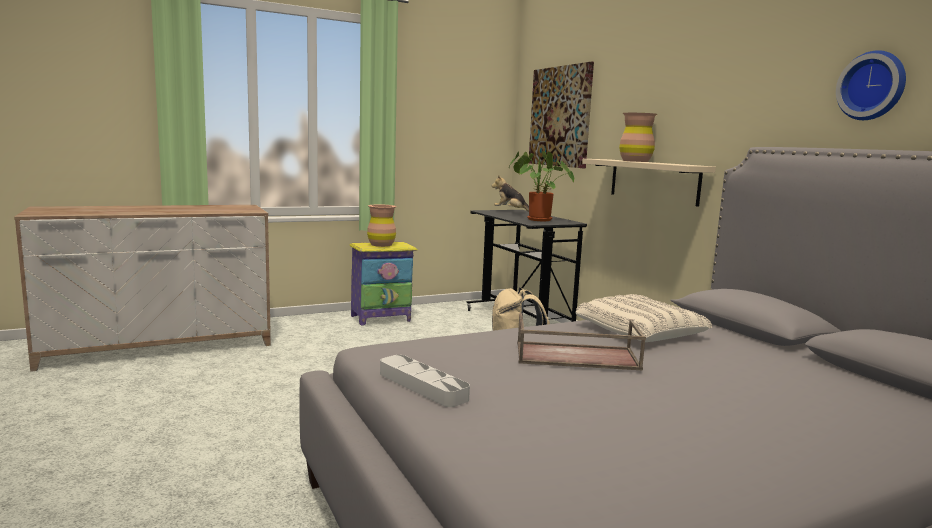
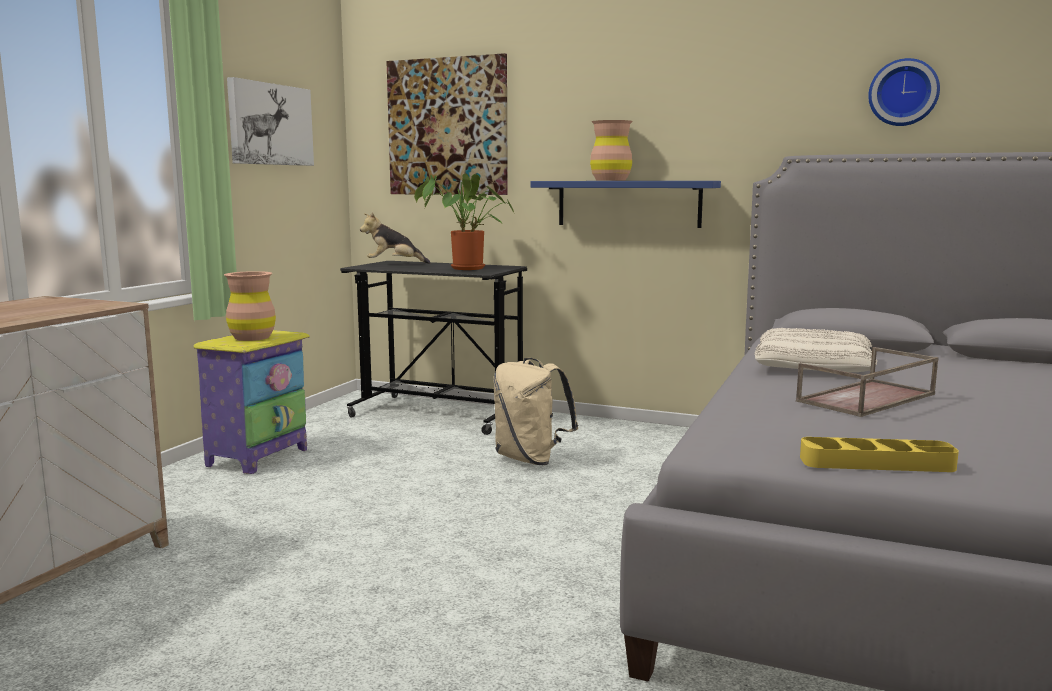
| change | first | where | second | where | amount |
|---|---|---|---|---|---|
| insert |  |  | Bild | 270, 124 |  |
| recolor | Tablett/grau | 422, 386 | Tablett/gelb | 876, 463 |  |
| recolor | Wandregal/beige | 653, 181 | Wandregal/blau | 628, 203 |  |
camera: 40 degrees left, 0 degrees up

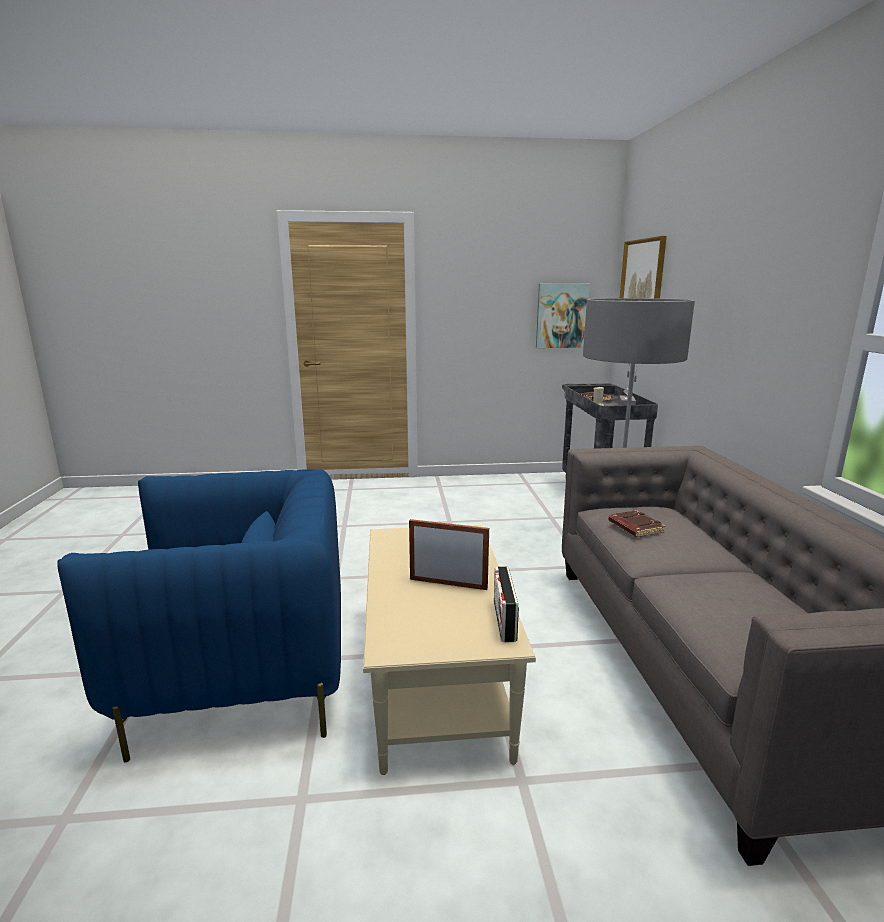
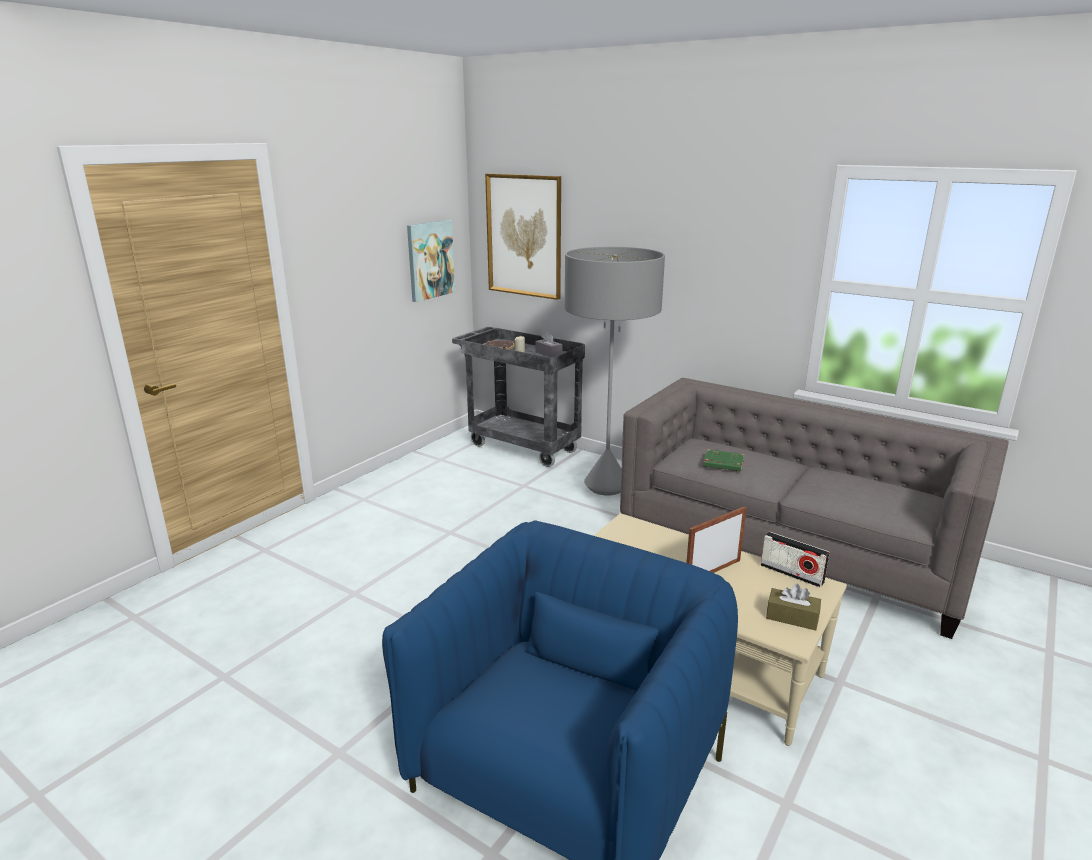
| change | first | where | second | where | amount |
|---|---|---|---|---|---|
| insert |  |  | Taschentuchbox/braun | 792, 617 |  |
| recolor | Buch/braun | 634, 527 | Buch/grün | 722, 464 |  |
camera: 50 degrees left, 5 degrees up

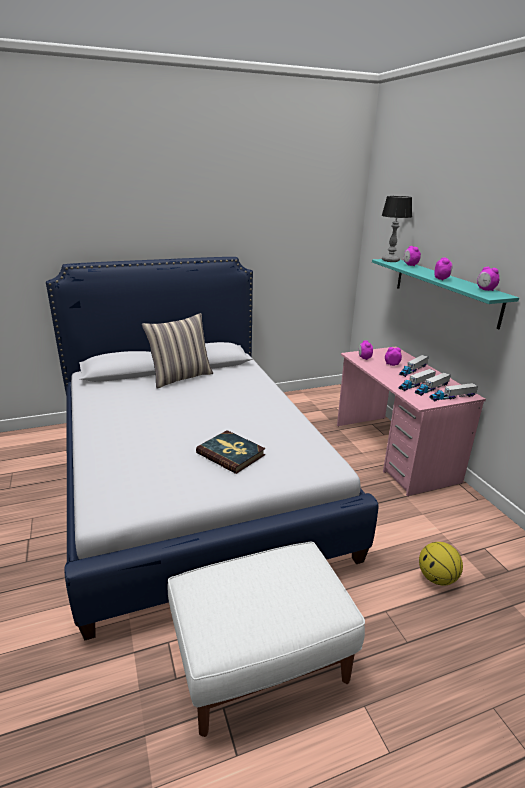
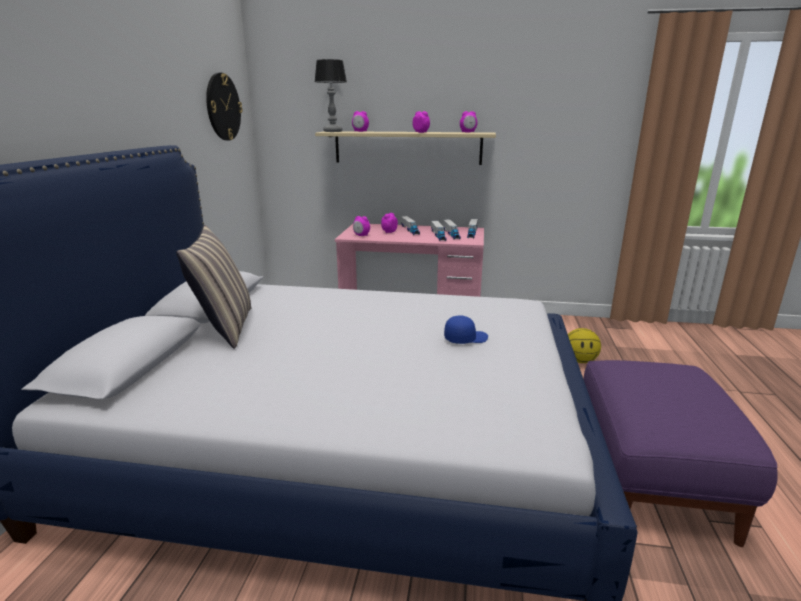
| change | first | where | second | where | amount |
|---|---|---|---|---|---|
| insert |  |  | Wanduhr | 223, 107 |  |
| replace | Buch | 231, 454 | Kappe/blau | 465, 338 |  |
| recolor | Polsterhocker/weiß | 261, 659 | Polsterhocker/lila | 652, 477 |  |
| recolor | Wandregal/türkis | 445, 290 | Wandregal/beige | 407, 147 |  |
camera: 60 degrees left, 5 degrees down

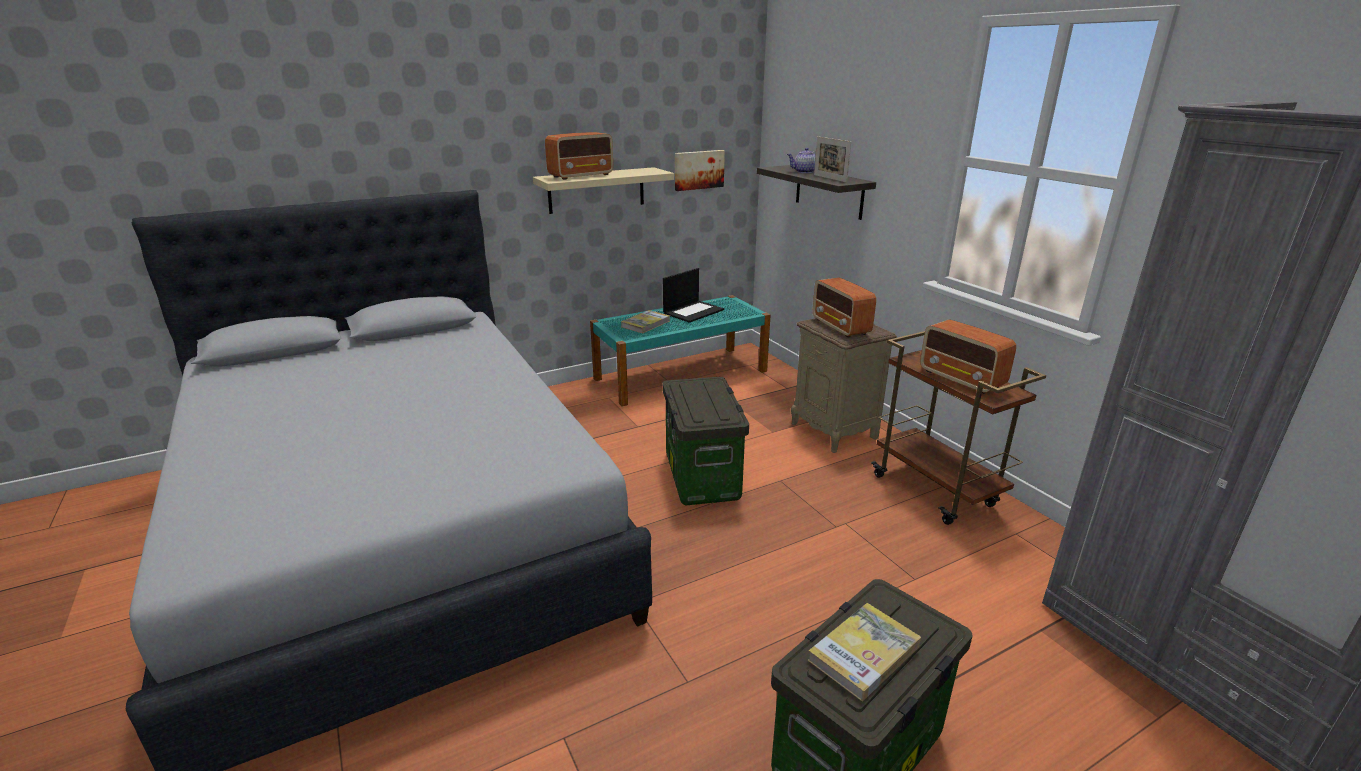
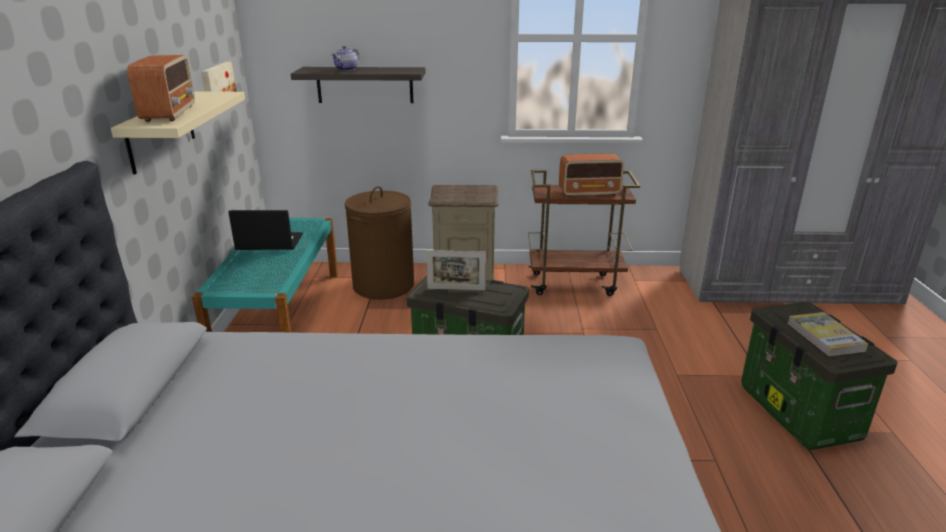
| change | first | where | second | where | amount |
|---|---|---|---|---|---|
| delete | Buch | 646, 324 |  |  |  |
| delete | Radio | 841, 327 |  |  |  |
| insert |  |  | Wäschekorb/braun | 383, 285 |  |
| move | Bilderrahmen | 830, 178 |  | 456, 289 |  |
| rotate | Laptop | 693, 311 |  | 268, 242 | 75 degrees counterclockwise |
camera: 60 degrees left, 0 degrees up

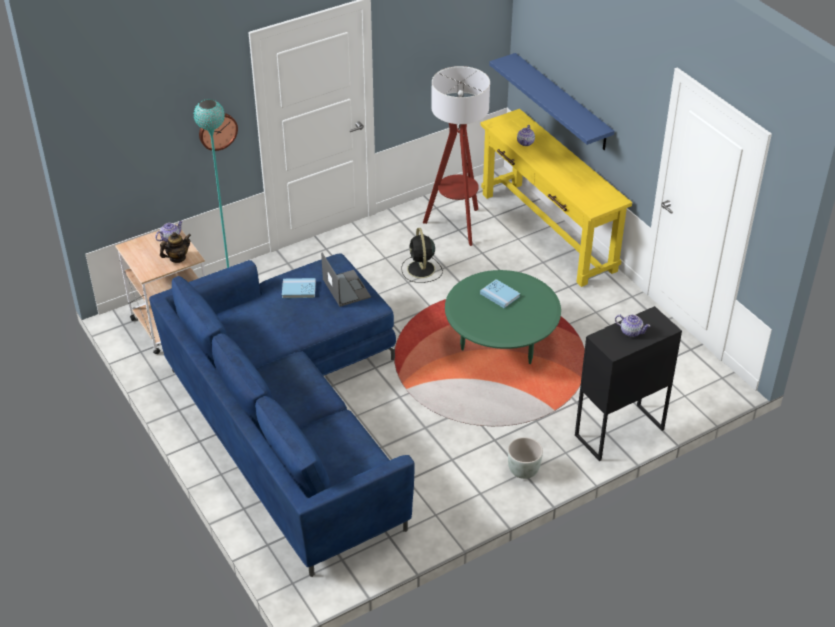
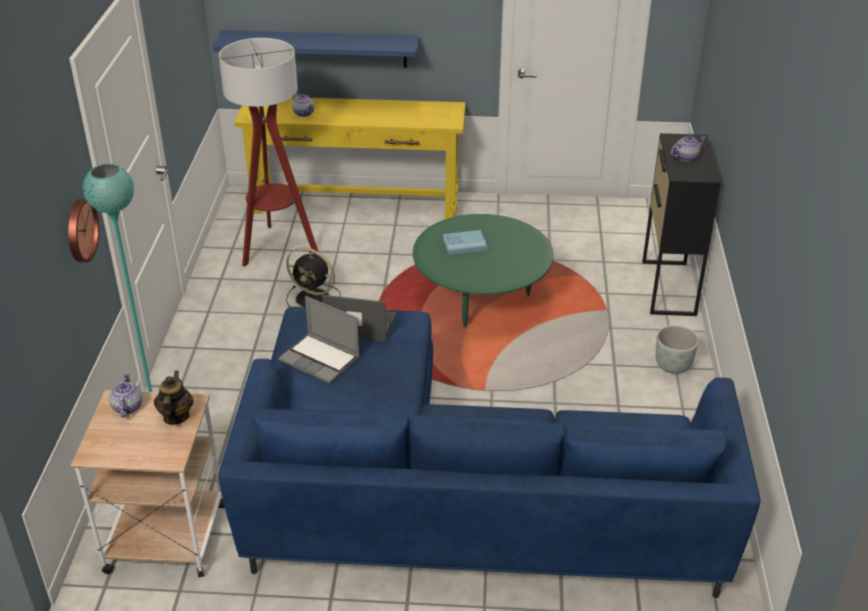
| change | first | where | second | where | amount |
|---|---|---|---|---|---|
| replace | Buch/blau | 298, 289 | Laptop | 321, 359 |  |
camera: 55 degrees left, 5 degrees down

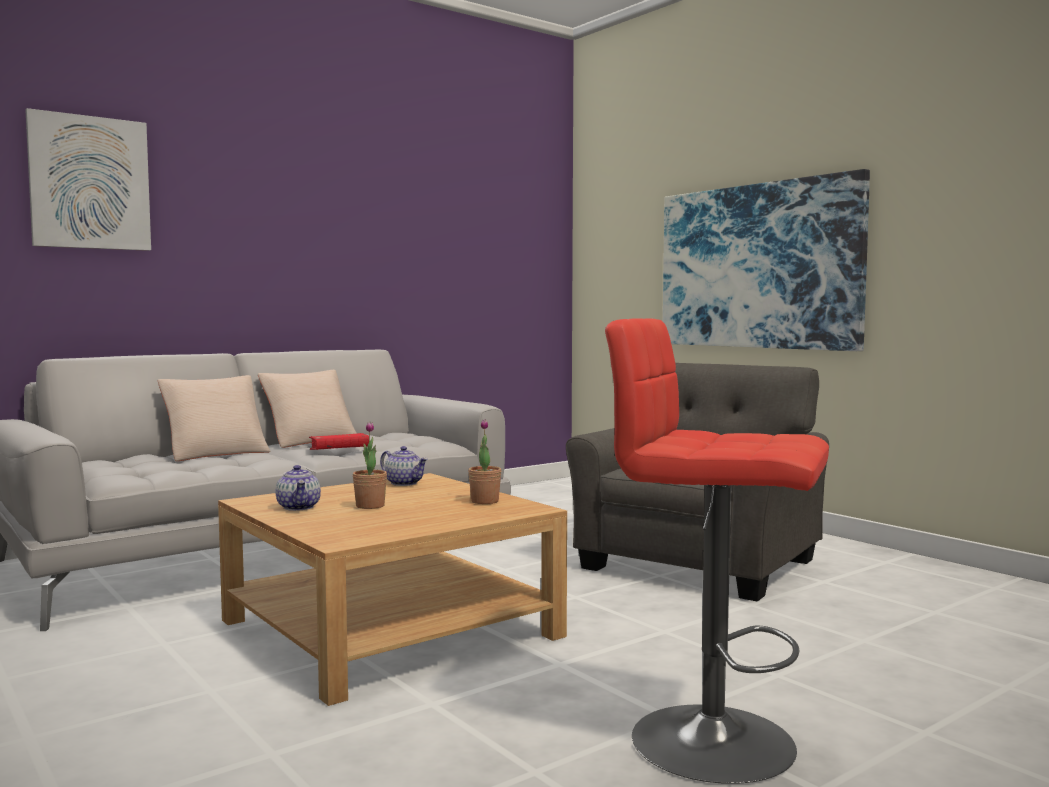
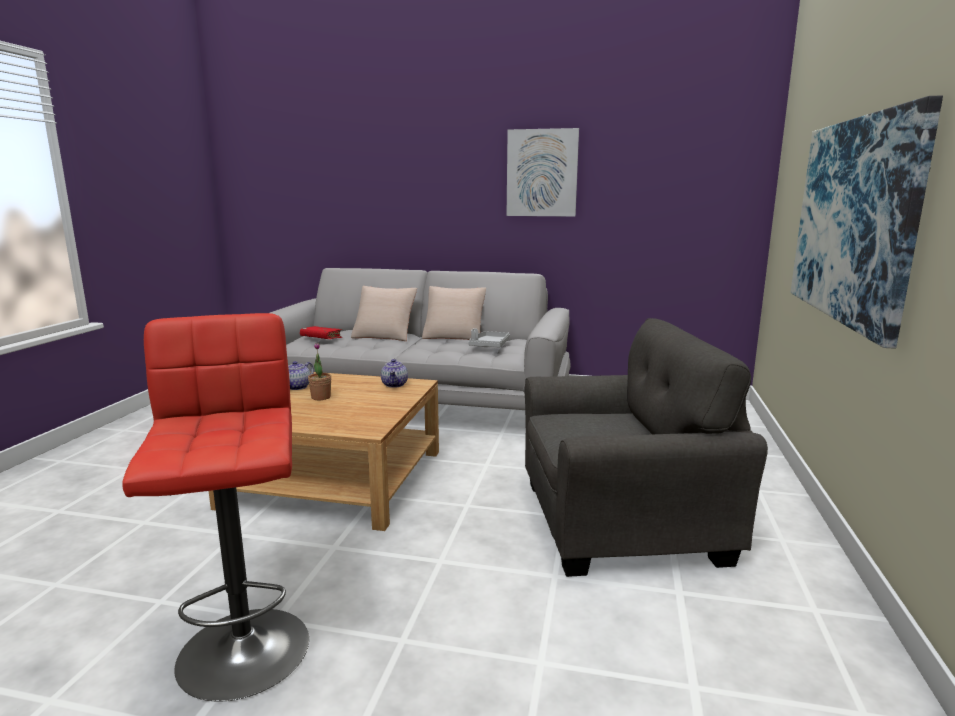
| change | first | where | second | where | amount |
|---|---|---|---|---|---|
| delete | Topfpflanze | 484, 501 |  |  |  |
| insert |  |  | Tablett/grau | 489, 345 |  |
| move | Bild | 90, 183 |  | 542, 173 |  |
| move | Buch/rot | 339, 450 |  | 321, 338 |  |
camera: 50 degrees right, 10 degrees up

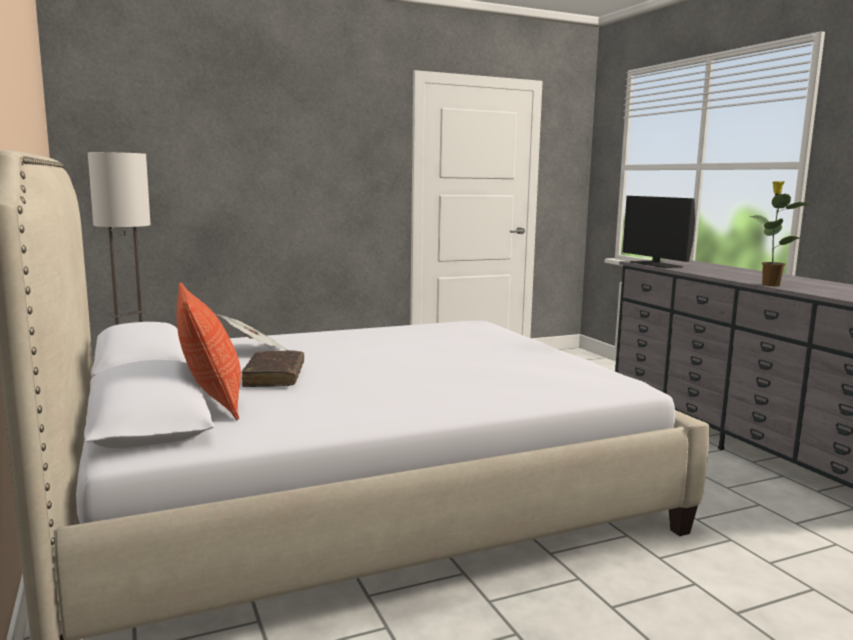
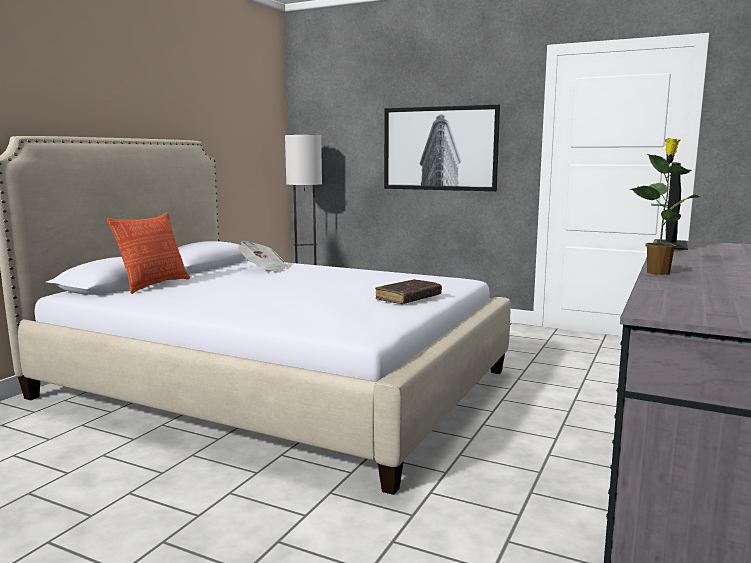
| change | first | where | second | where | amount |
|---|---|---|---|---|---|
| insert |  |  | Bild | 440, 148 |  |
| move | Buch/braun | 274, 377 |  | 408, 298 |  |
camera: 50 degrees right, 0 degrees up

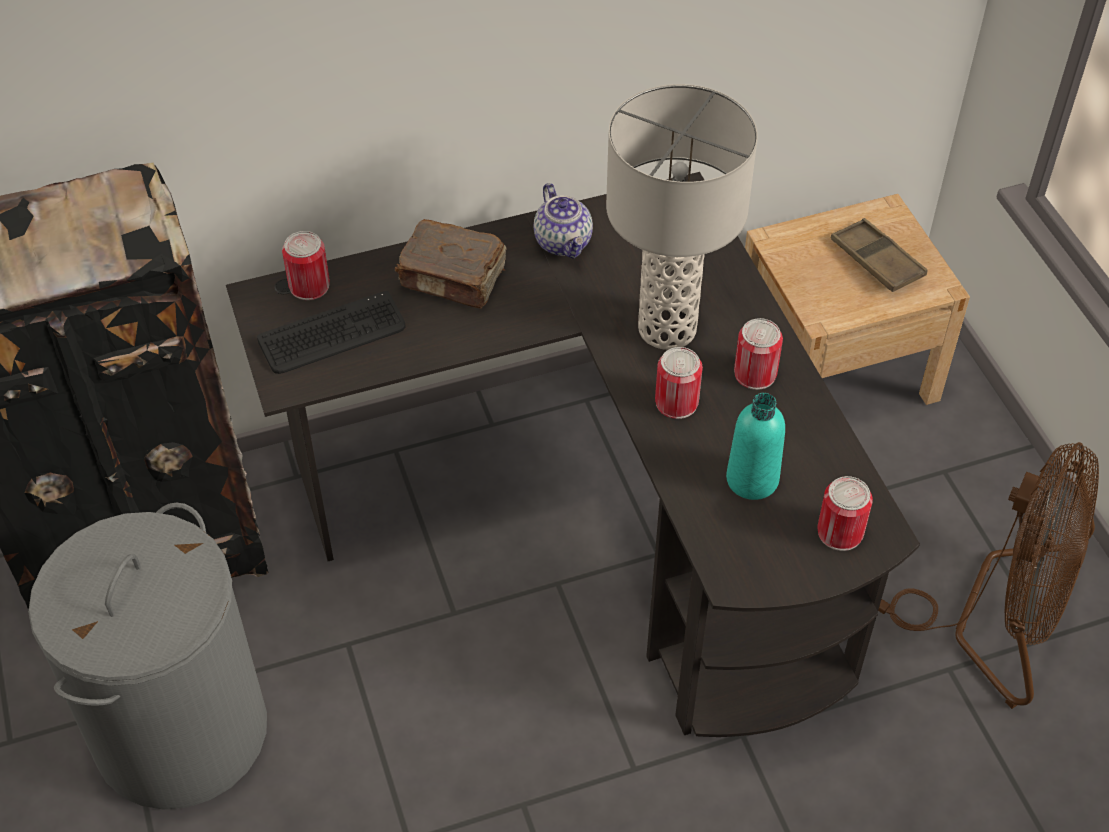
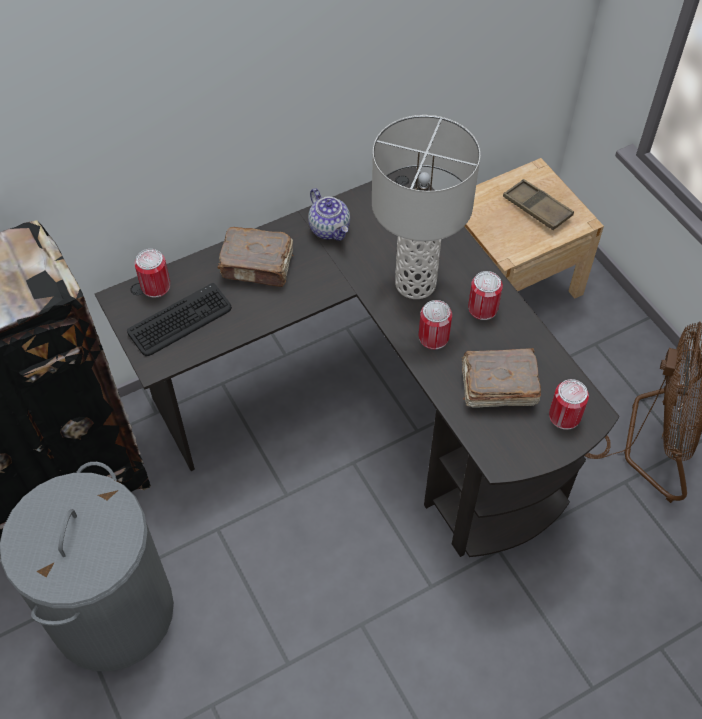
| change | first | where | second | where | amount |
|---|---|---|---|---|---|
| replace | Flasche/türkis | 752, 479 | Buch/braun | 497, 386 |  |
camera: 10 degrees left, 5 degrees up

